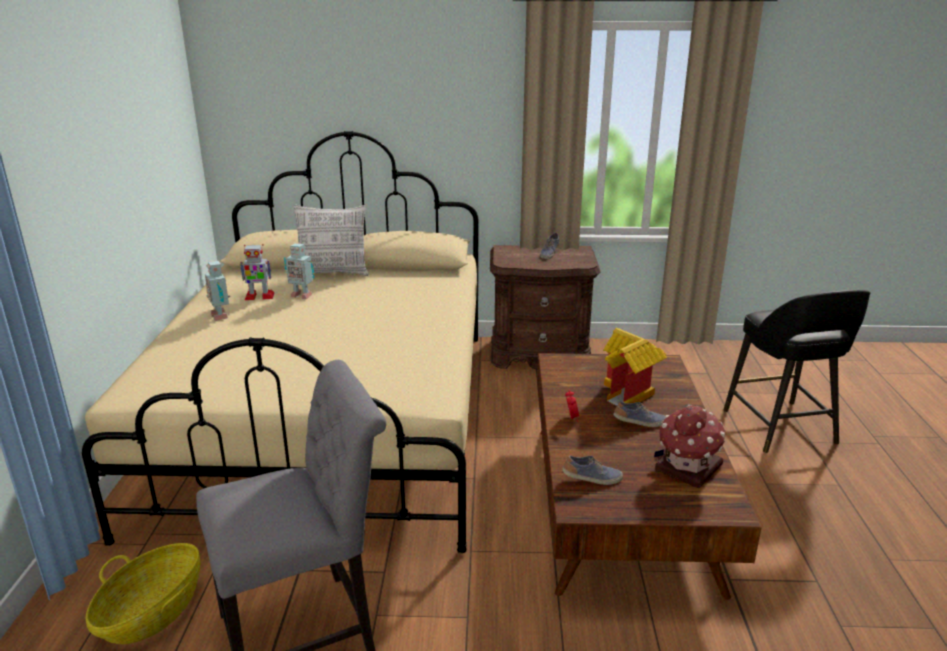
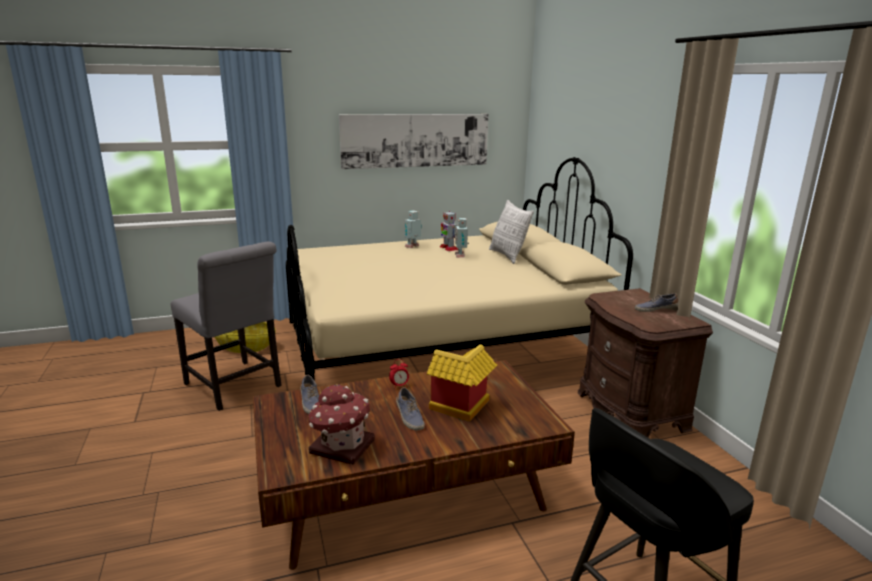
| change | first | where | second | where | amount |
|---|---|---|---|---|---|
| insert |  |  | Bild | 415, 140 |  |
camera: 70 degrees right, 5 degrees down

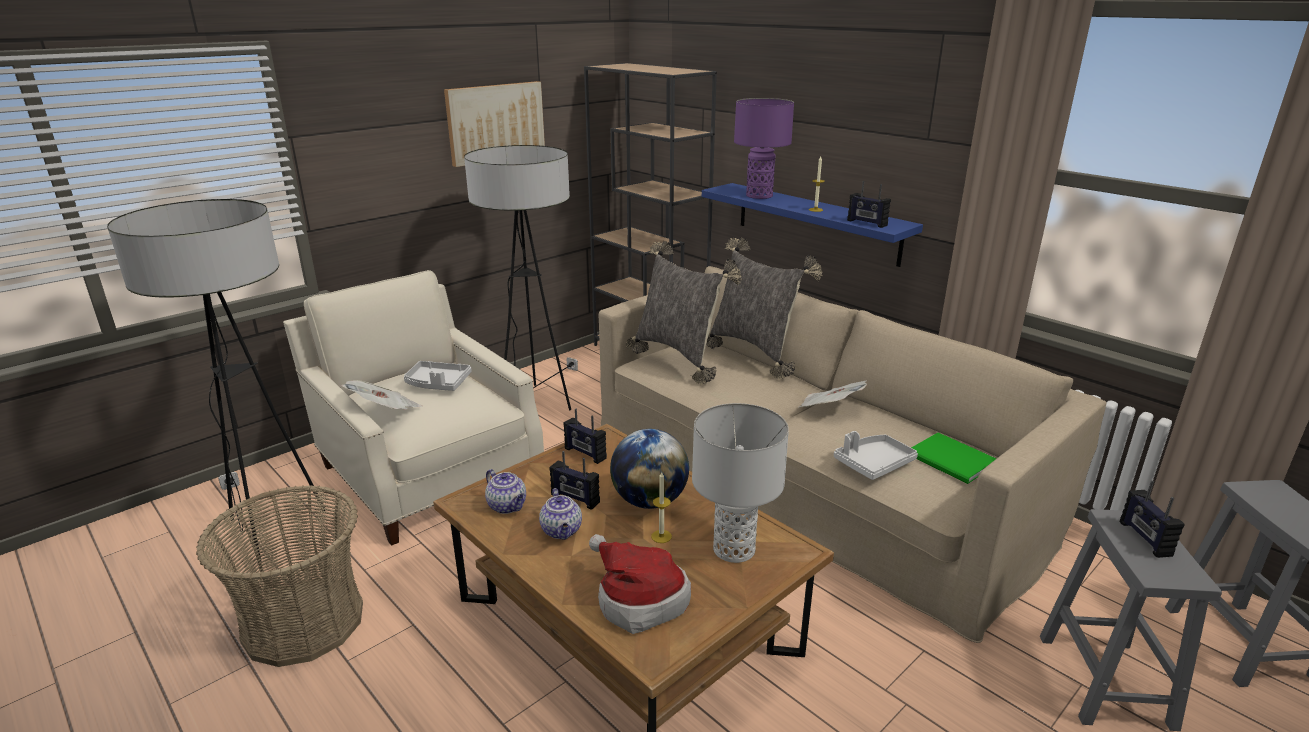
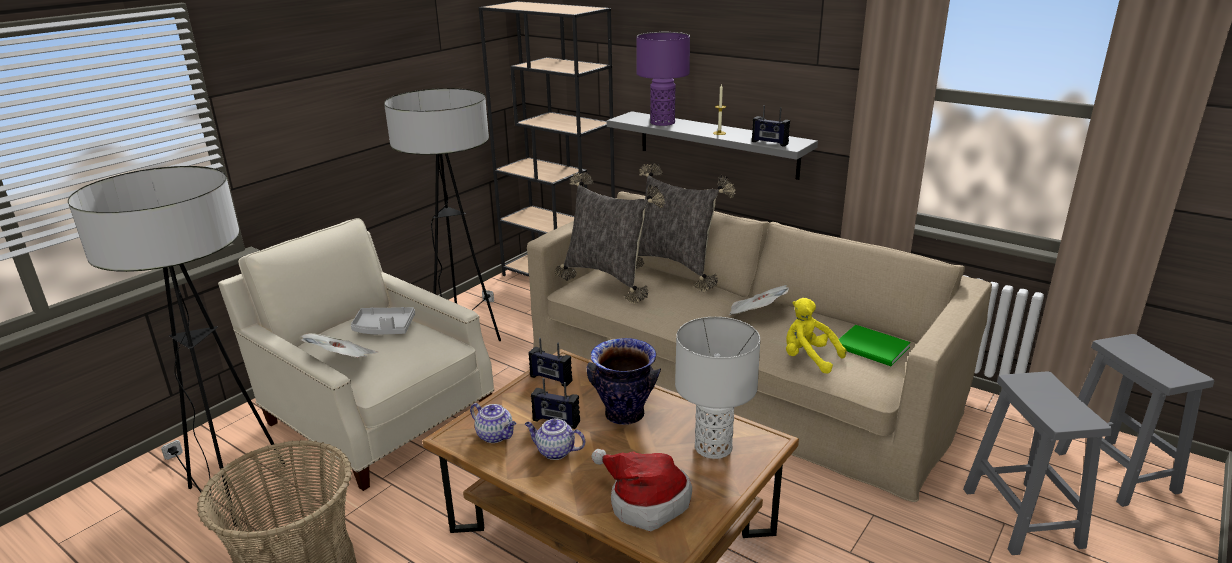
| change | first | where | second | where | amount |
|---|---|---|---|---|---|
| delete | Bild | 495, 122 |  |  |  |
| delete | Kerze | 661, 536 |  |  |  |
| delete | Radio | 1144, 538 |  |  |  |
| replace | Globus | 649, 501 | Vase | 624, 414 |  |
| replace | Tablett/grau | 873, 464 | Plüschtier/gelb | 808, 358 |  |
| recolor | Wandregal/blau | 816, 223 | Wandregal/grau | 717, 144 |  |
| rotate | Teekanne | 562, 531 |  | 554, 451 | 135 degrees clockwise |
camera: 10 degrees left, 0 degrees up

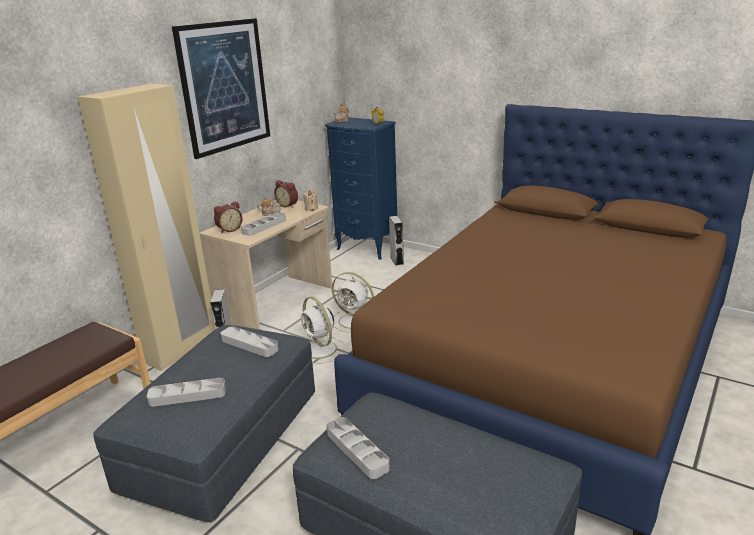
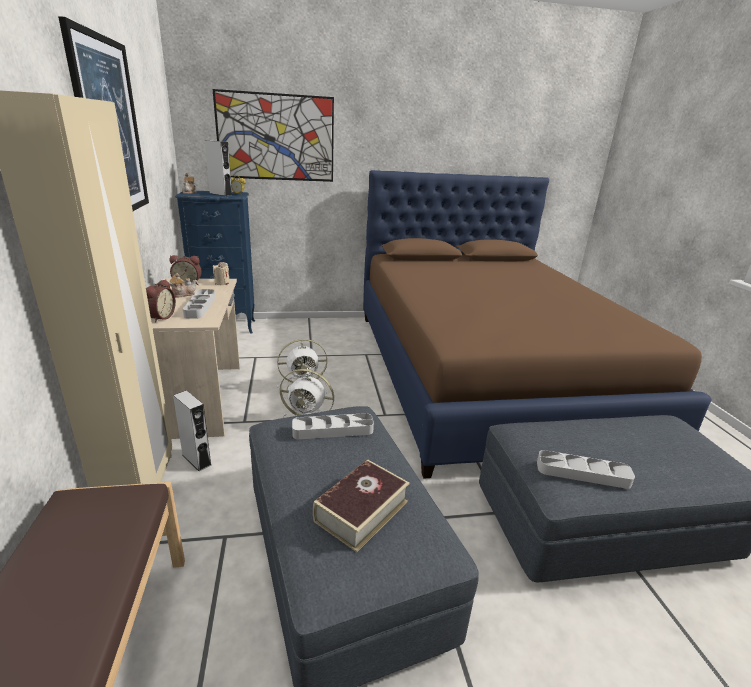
| change | first | where | second | where | amount |
|---|---|---|---|---|---|
| insert |  |  | Bild | 276, 137 |  |
| move | Lautsprecher/grau | 396, 260 |  | 220, 194 |  |
| replace | Tablett/grau | 187, 395 | Buch | 361, 511 |  |
camera: 45 degrees left, 0 degrees up

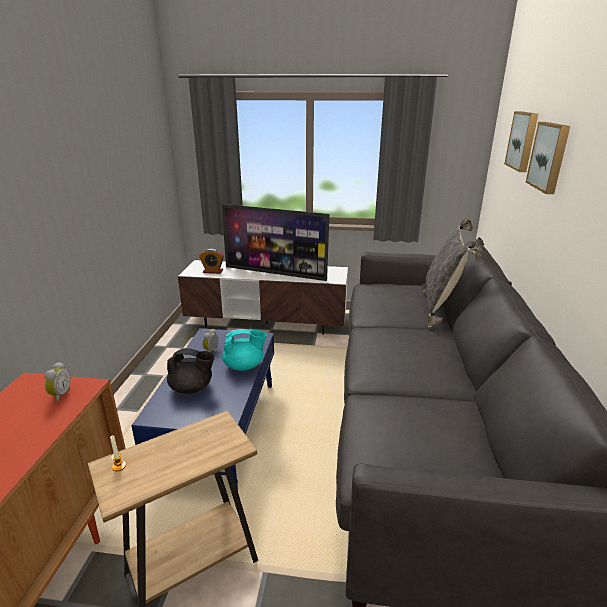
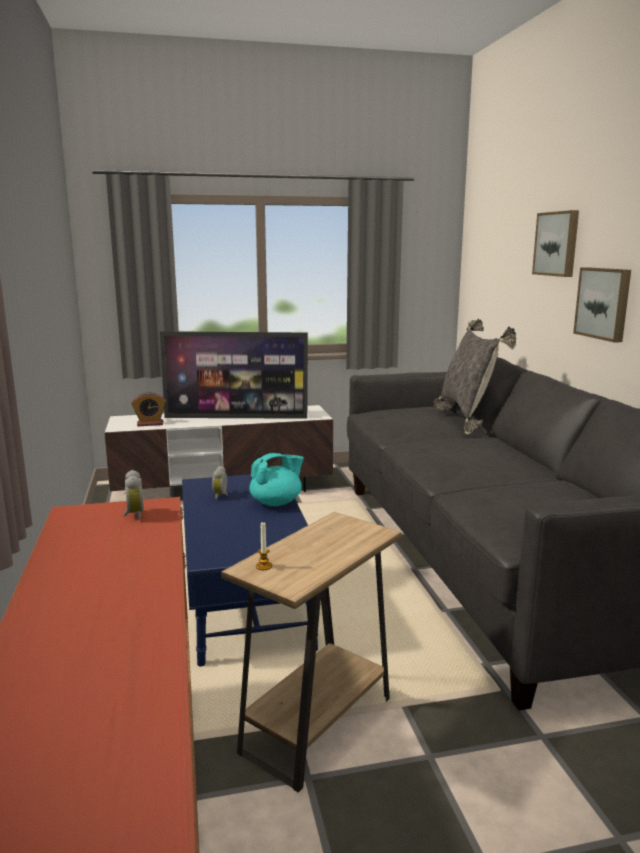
| change | first | where | second | where | amount |
|---|---|---|---|---|---|
| delete | Teekanne/schwarz | 192, 388 |  |  |  |
| move | Bild | 523, 140 |  | 604, 303 |  |
camera: 20 degrees left, 10 degrees down

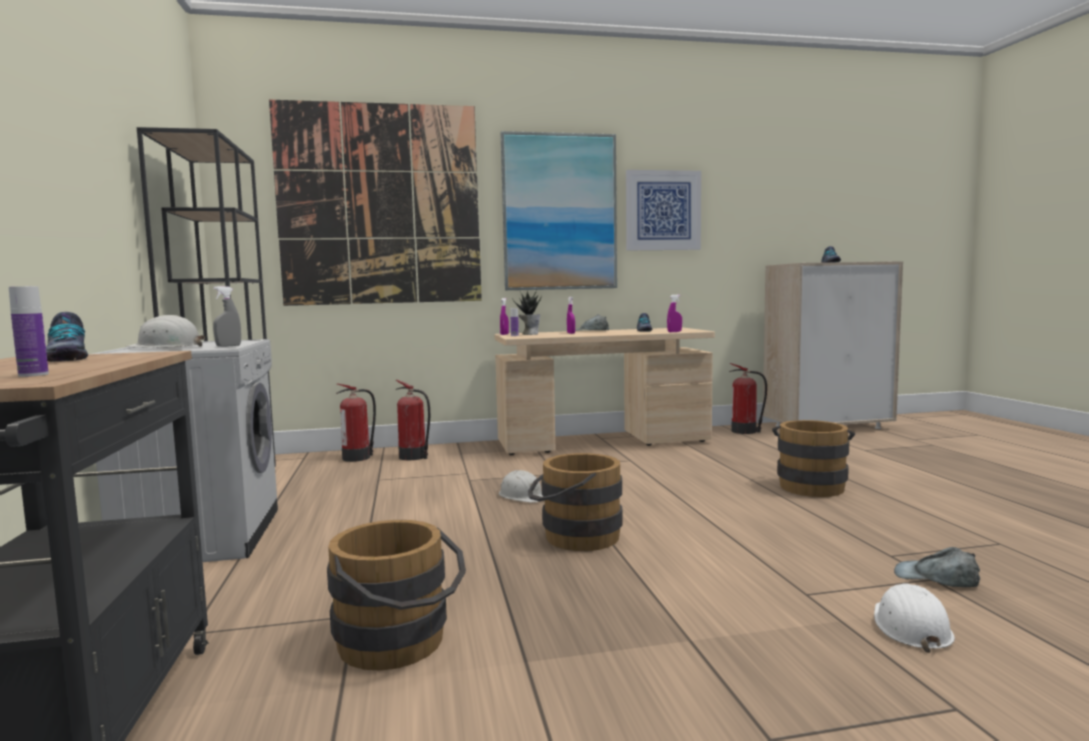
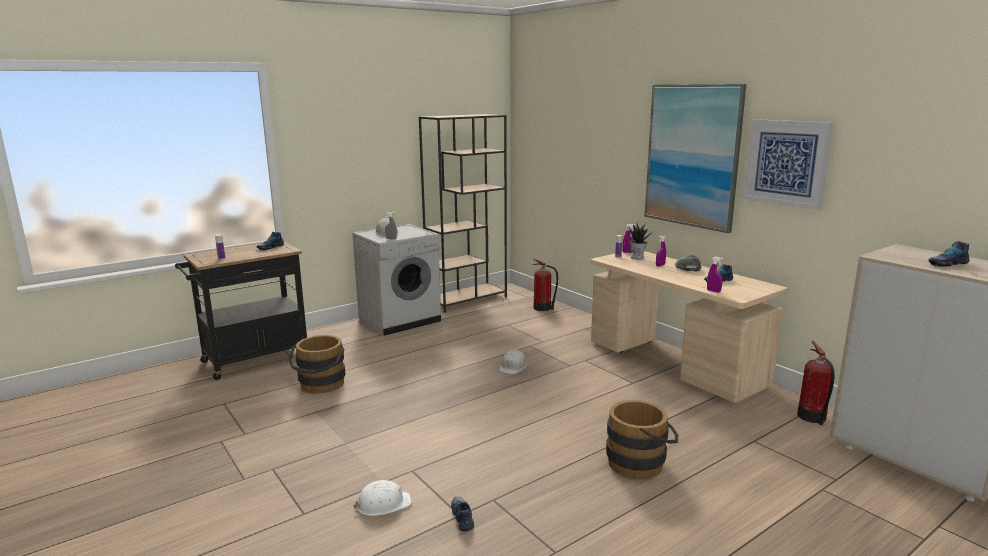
| change | first | where | second | where | amount |
|---|---|---|---|---|---|
| delete | Bild | 380, 205 |  |  |  |
| delete | Feuerlöscher | 414, 457 |  |  |  |
| delete | Eimer/braun | 574, 537 |  |  |  |
| replace | Kappe/grau | 936, 577 | Schuh | 463, 517 |  |
camera: 65 degrees right, 10 degrees up

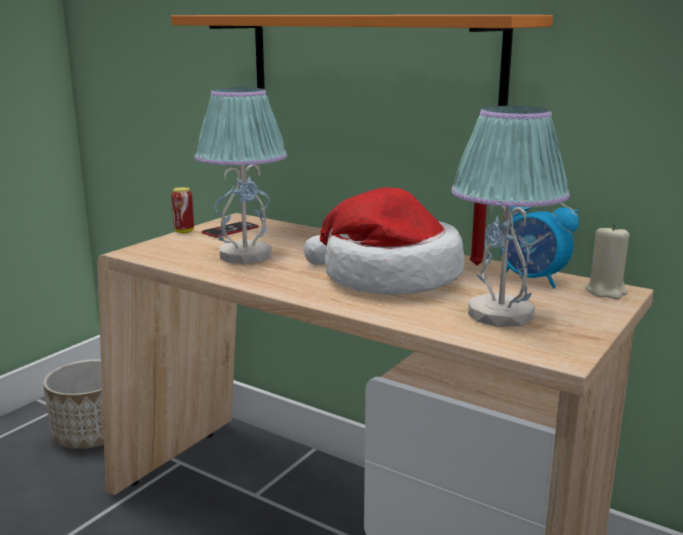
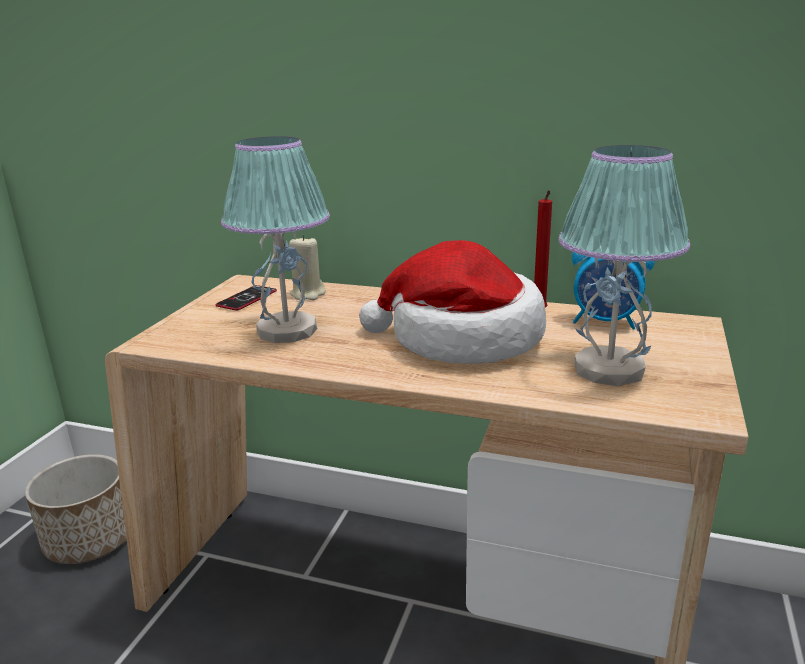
| change | first | where | second | where | amount |
|---|---|---|---|---|---|
| delete | Wandregal/orange | 371, 64 |  |  |  |
| delete | Dose | 184, 231 |  |  |  |
| move | Kerze/beige | 606, 291 |  | 308, 294 |  |
camera: 15 degrees left, 5 degrees up

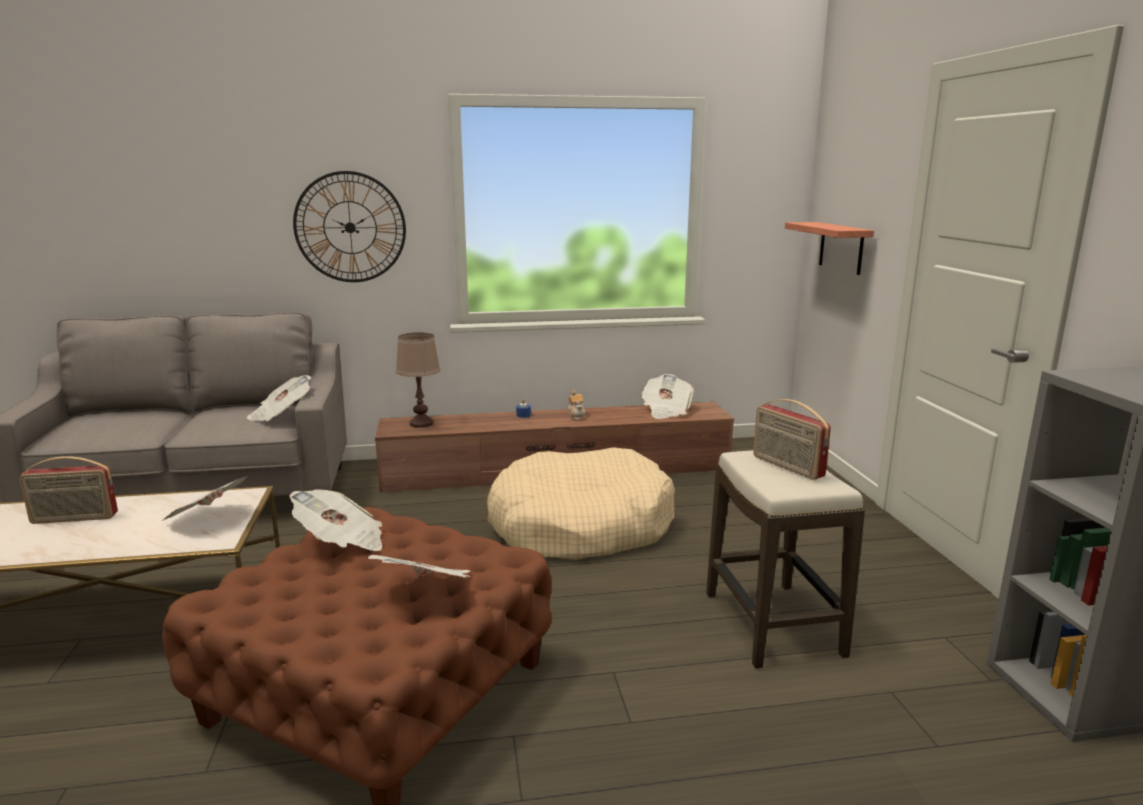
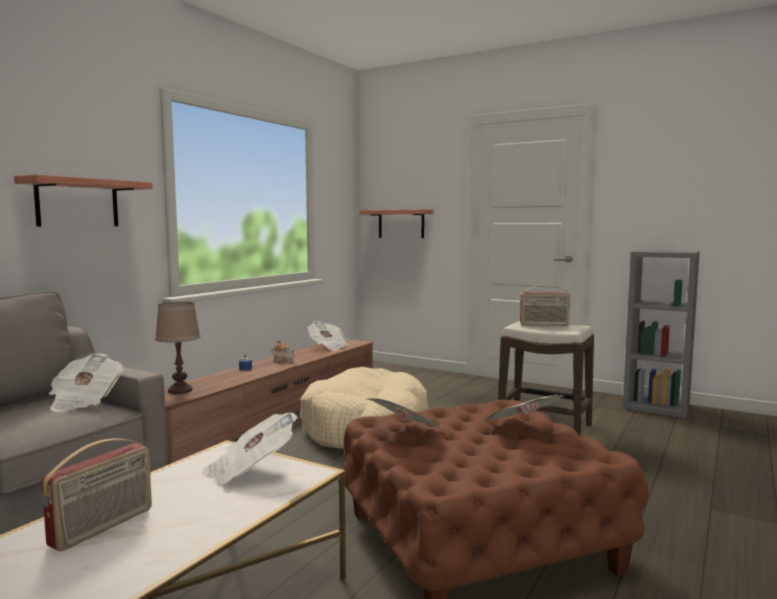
| change | first | where | second | where | amount |
|---|---|---|---|---|---|
| replace | Wanduhr | 350, 227 | Wandregal | 77, 203 |  |
camera: 50 degrees left, 10 degrees down

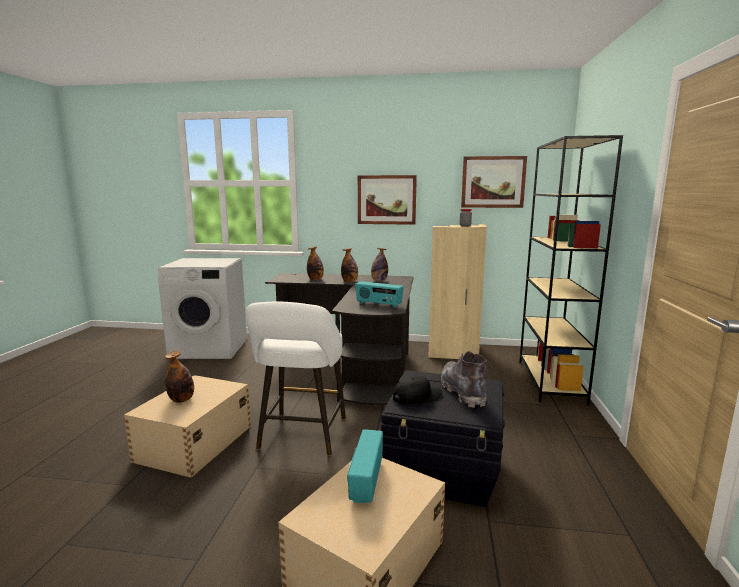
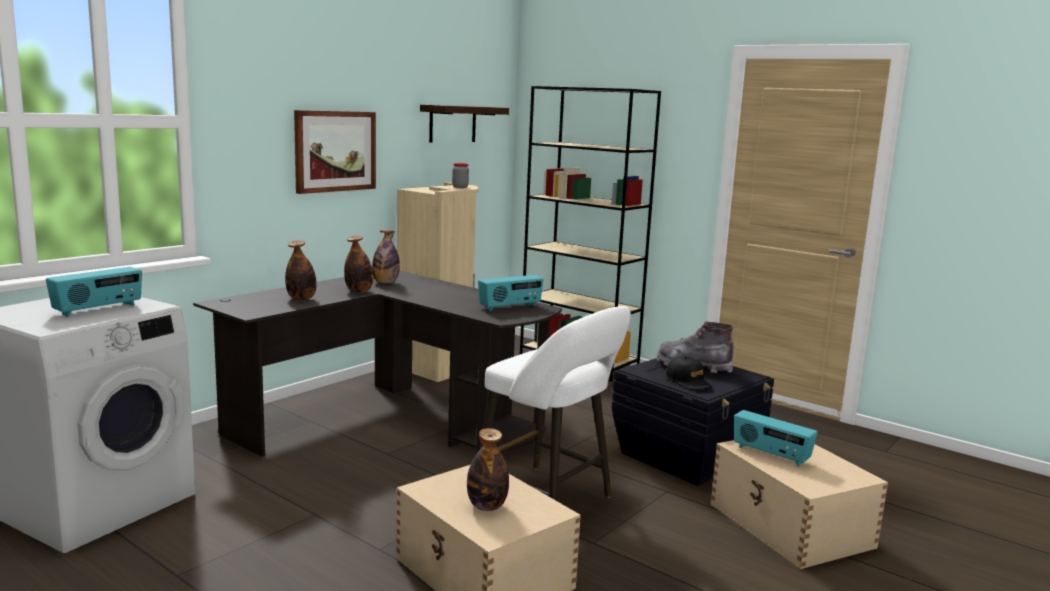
| change | first | where | second | where | amount |
|---|---|---|---|---|---|
| insert |  |  | Radio | 98, 309 |  |
| replace | Bild | 493, 182 | Wandregal | 452, 124 |  |
| rotate | Kappe/schwarz | 417, 397 |  | 688, 382 | 150 degrees clockwise |
camera: 60 degrees left, 0 degrees up

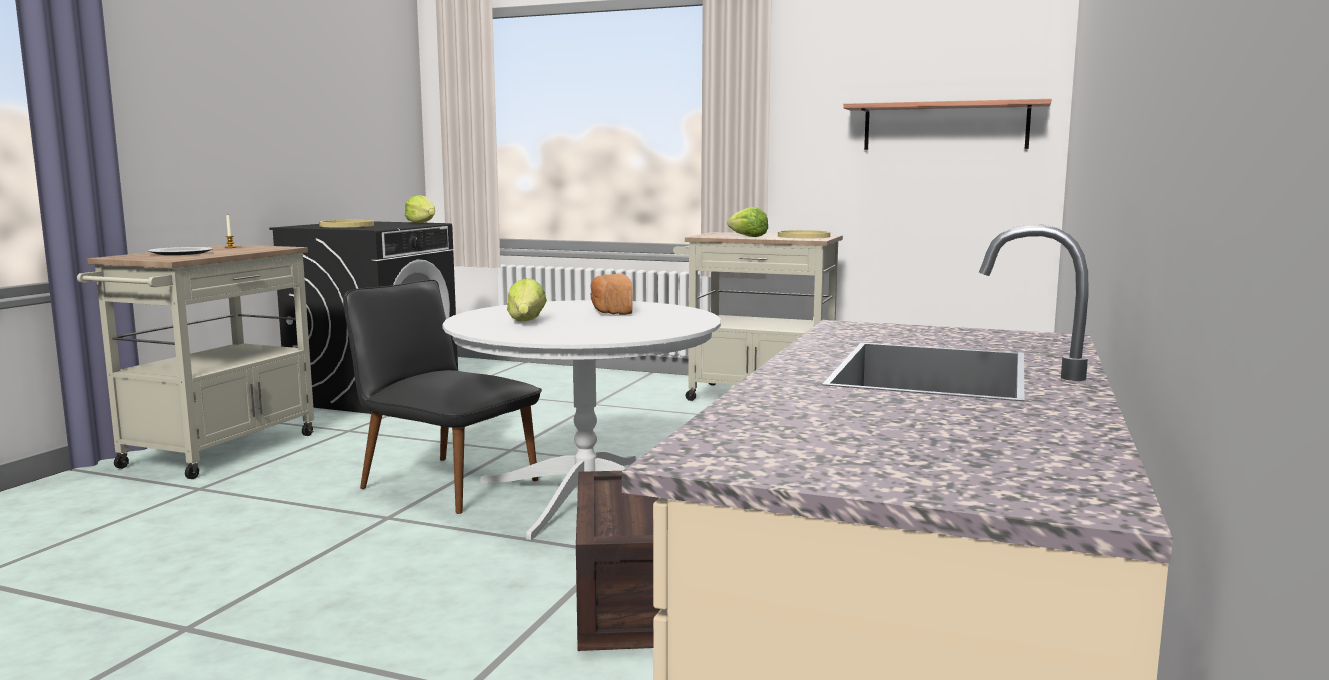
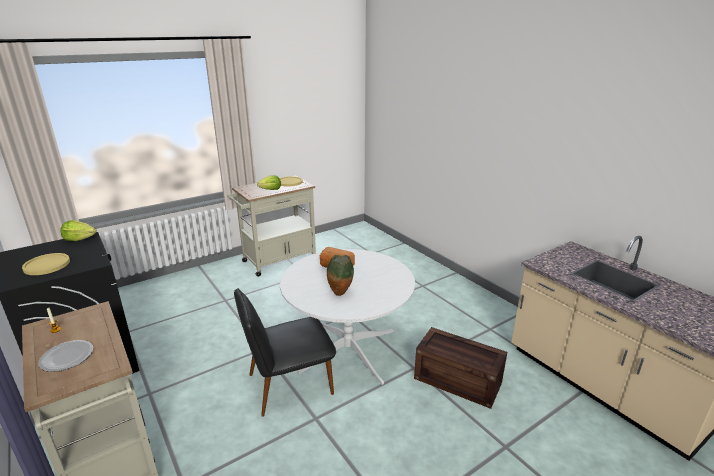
| change | first | where | second | where | amount |
|---|---|---|---|---|---|
| delete | Wandregal | 945, 126 |  |  |  |
| replace | Salatkopf | 526, 321 | Vase | 340, 293 |  |
camera: 55 degrees left, 15 degrees up

